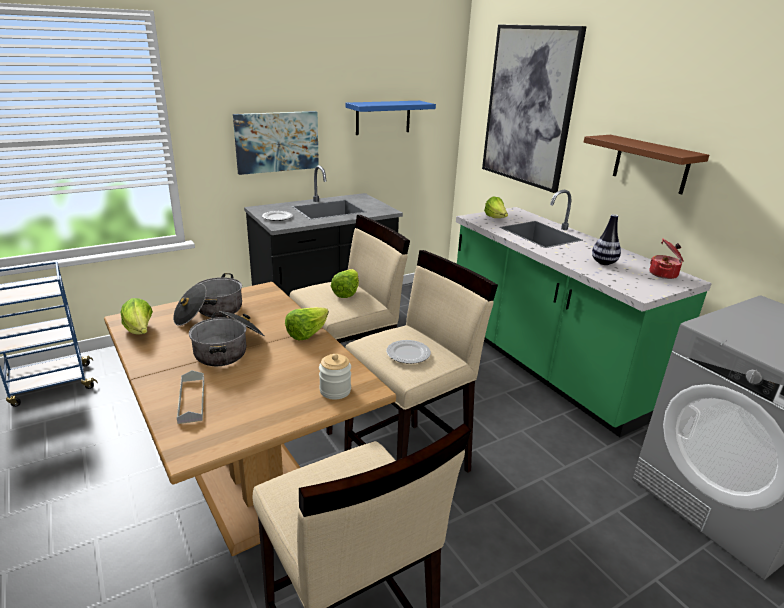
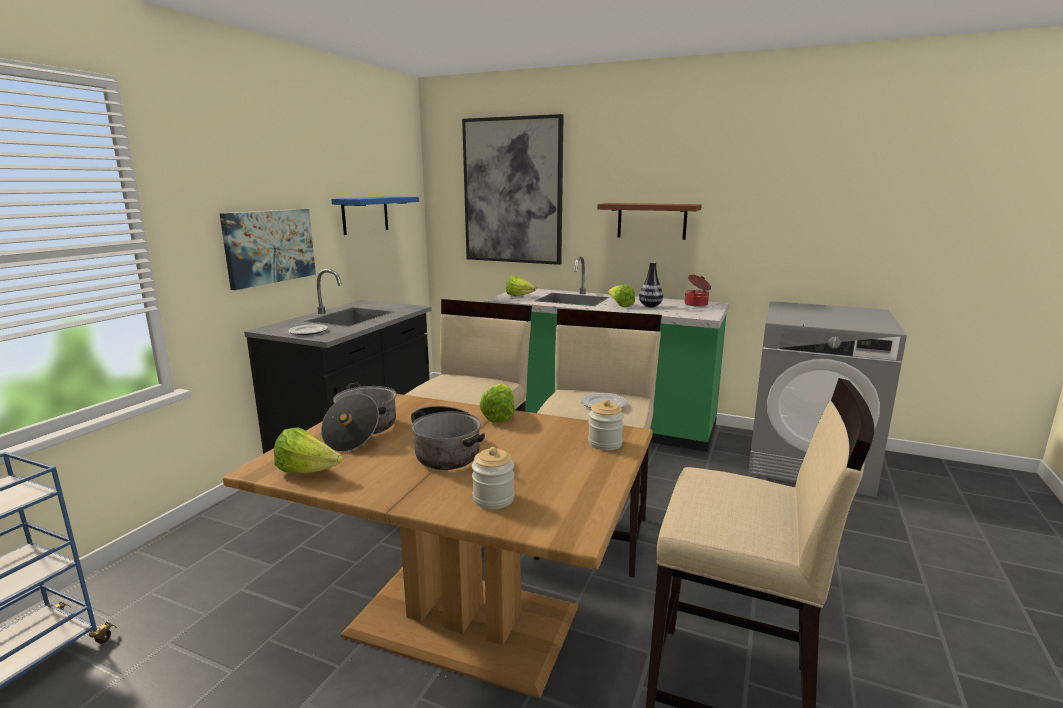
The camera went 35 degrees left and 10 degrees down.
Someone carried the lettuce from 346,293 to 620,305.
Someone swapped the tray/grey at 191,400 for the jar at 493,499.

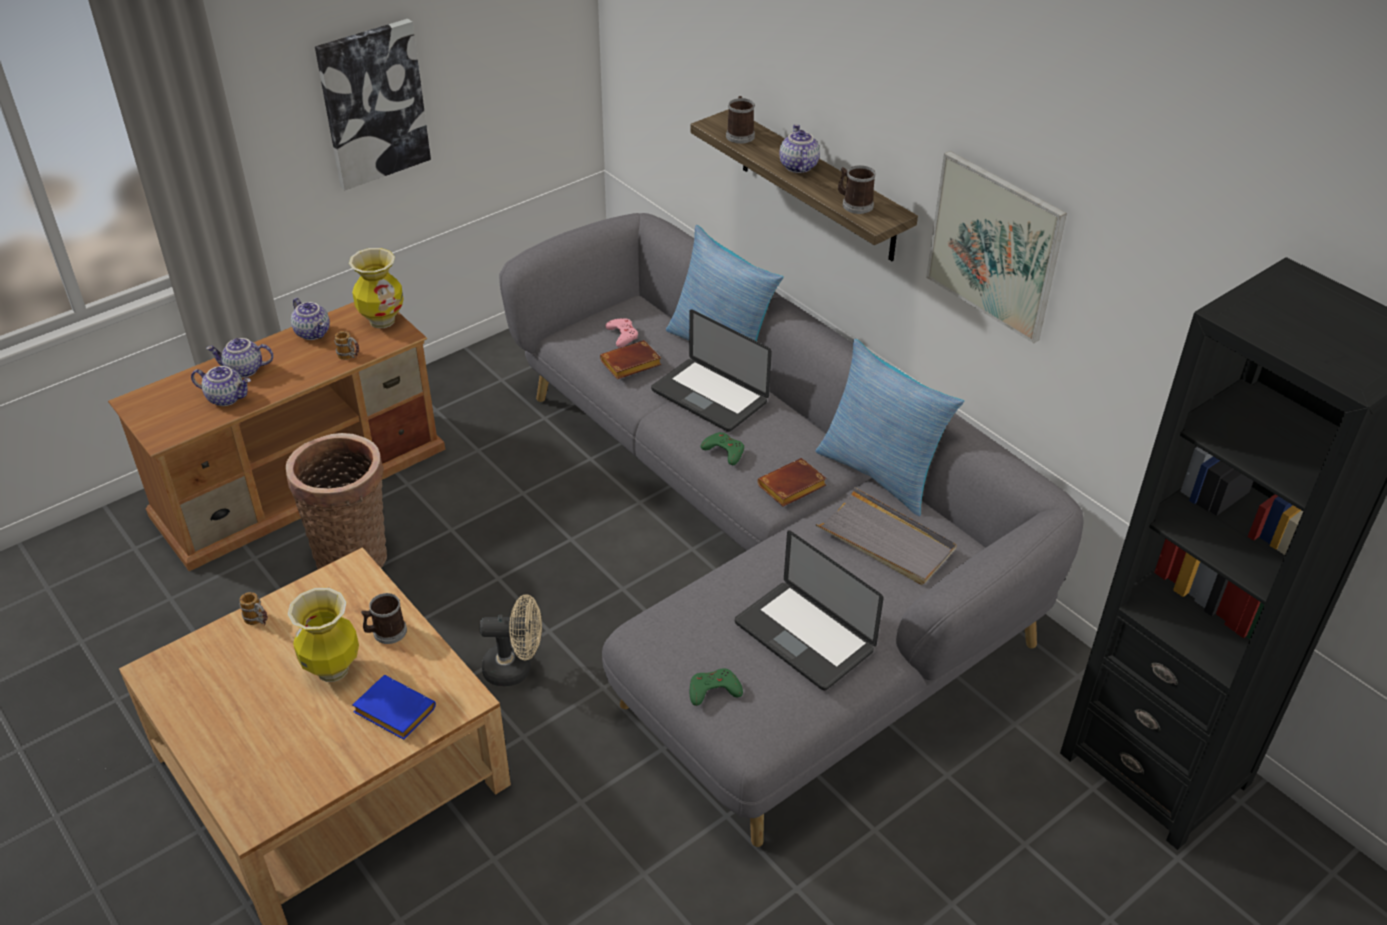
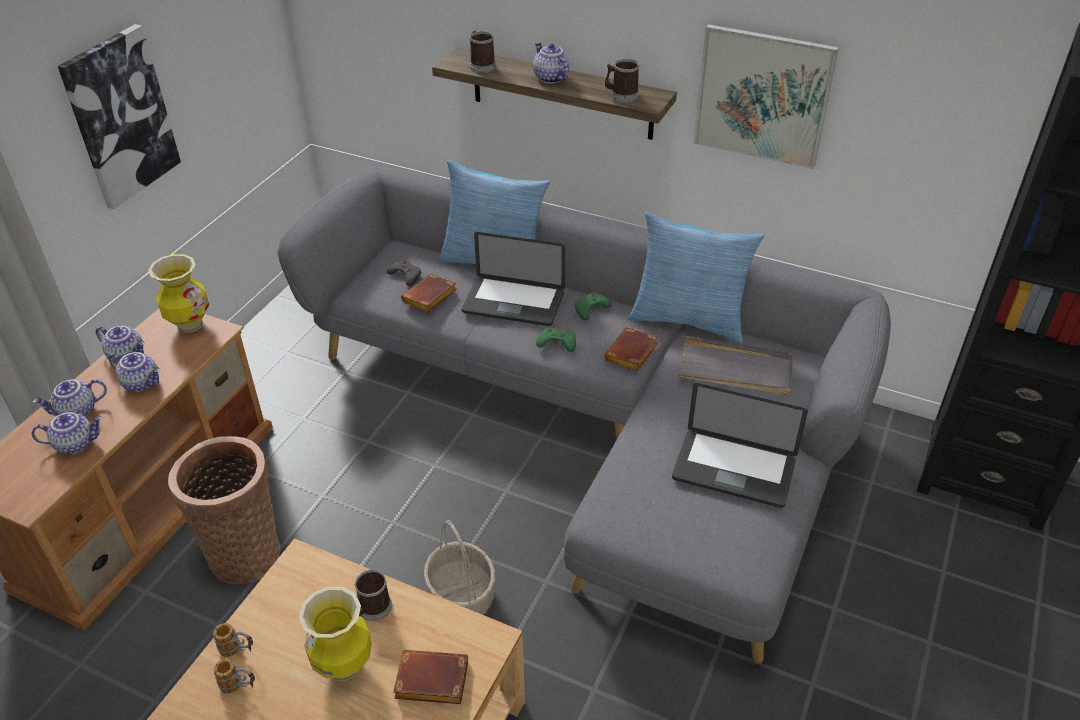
The camera went 25 degrees left and 0 degrees up.
Someone repainted the game controller/pink at 622,335, which became the game controller/grey at 405,275.
Someone carried the mug from 351,358 to 240,686.
Someone swapped the fan/beige at 515,668 for the basket at 461,595.
Someone carried the game controller/green from 713,690 to 591,309.
Someone repainted the book/blue at 392,712, which became the book/brown at 429,682.
Someone put down the teapot at 142,382.

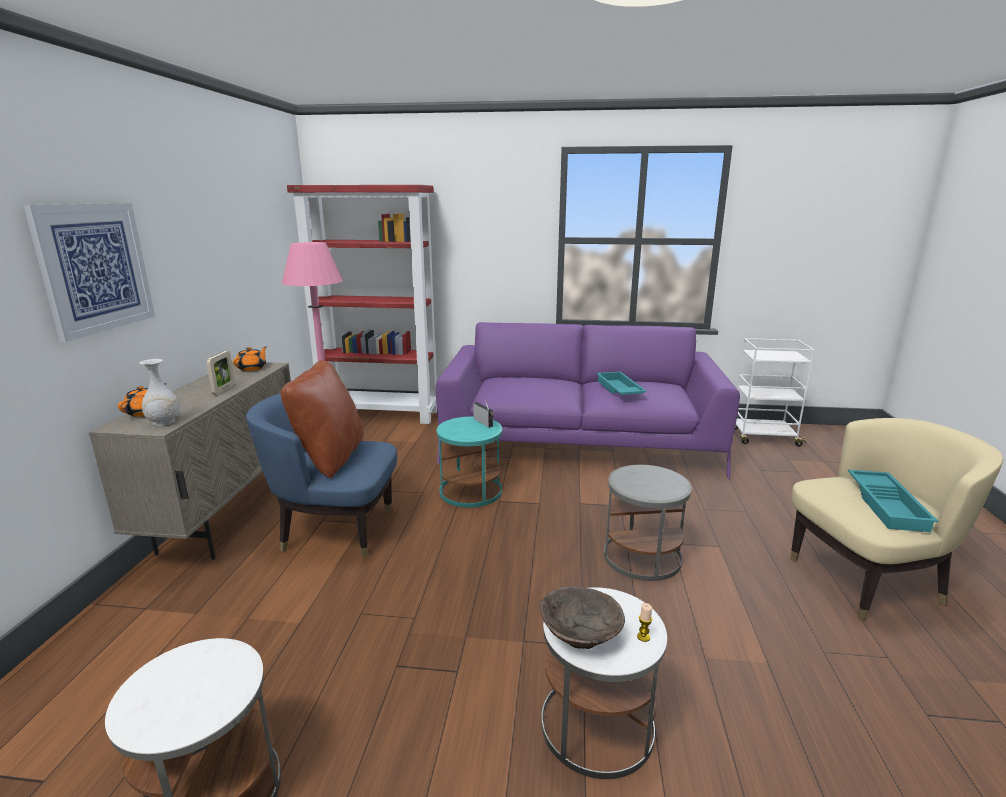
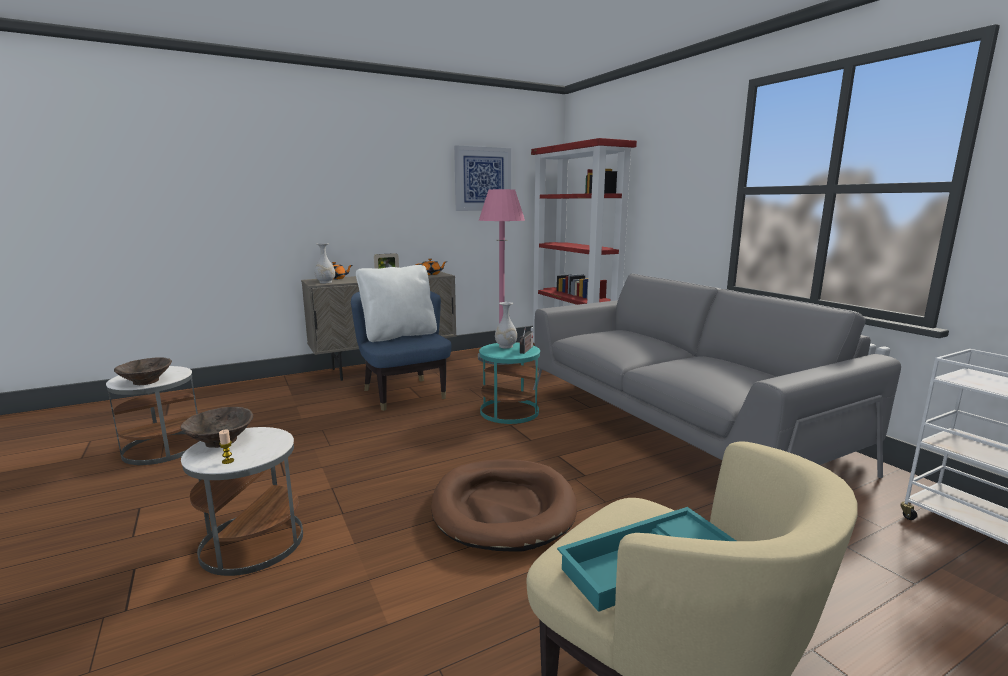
The camera went 55 degrees right and 5 degrees down.
Someone carried the picture from 95,268 to 483,179.
Someone repainted the sofa/purple at 579,444, which became the sofa/grey at 674,425.
Someone repainted the pillow/brown at 330,458, which became the pillow/white at 399,335.
Someone took away the tray/turquoise at 618,389.
Someone swapped the side table/grey at 641,556 for the dog bed/brown at 503,508.
Someone put down the vase/white at 505,346.
Someone put down the bowl/brown at 146,381.

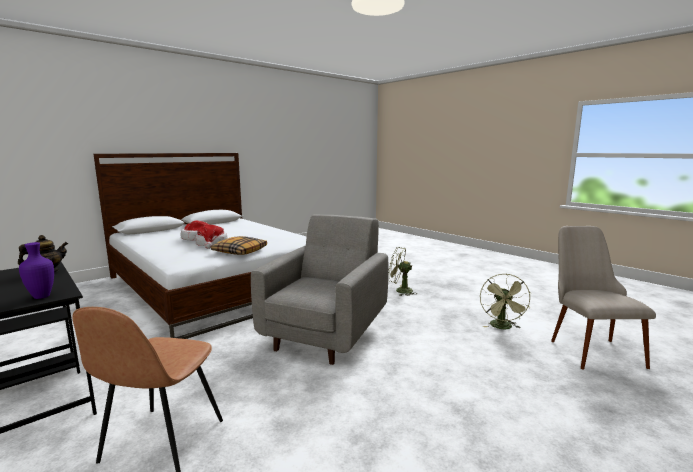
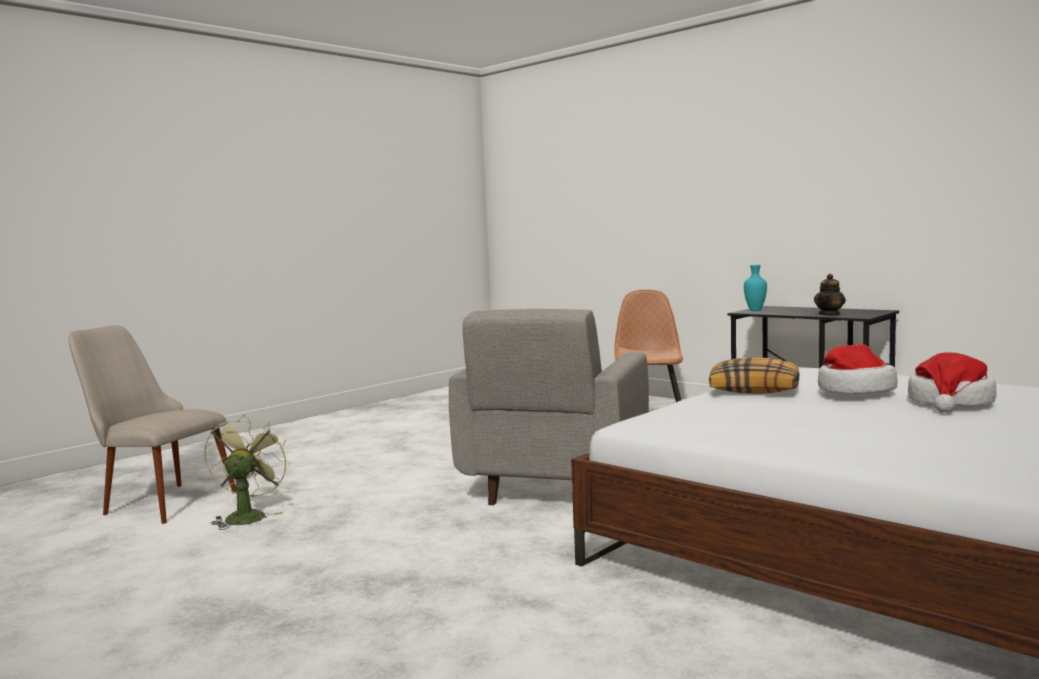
The camera went 175 degrees right and 5 degrees down.
Someone rotated the chair/beige at 588,347 by 120 degrees clockwise.
Someone repainted the vase/purple at 42,296, which became the vase/turquoise at 756,310.
Someone took away the fan/green at 400,290.

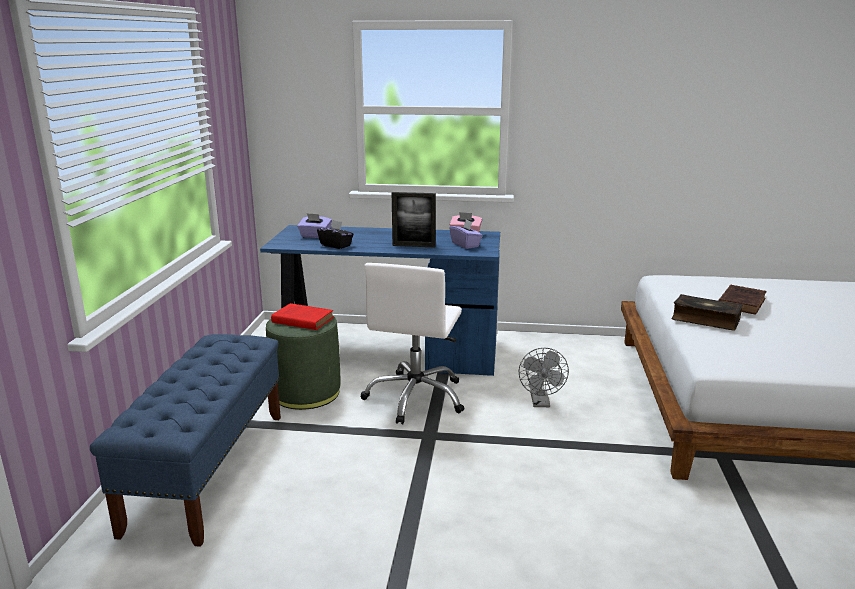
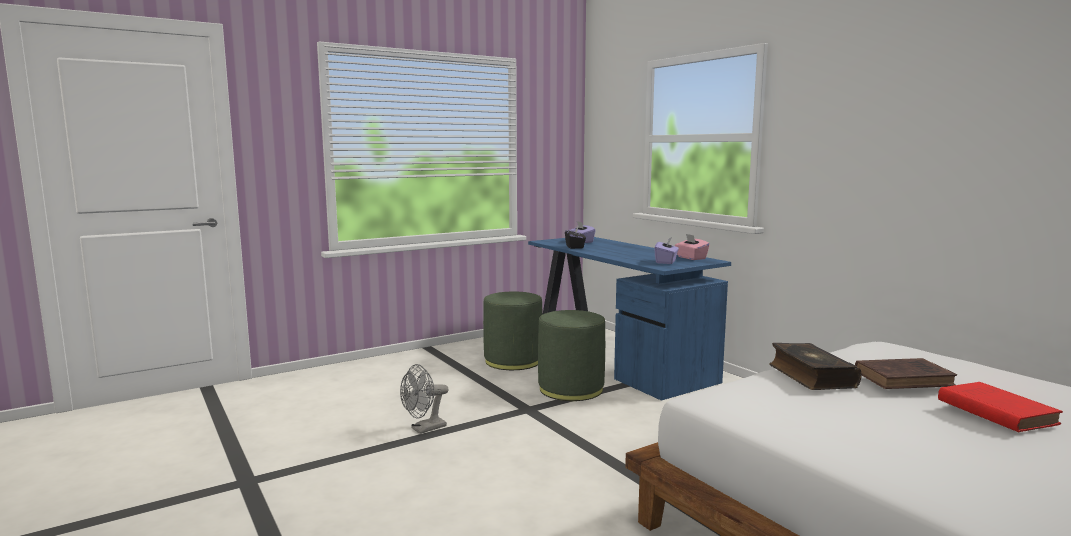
The camera went 50 degrees right and 10 degrees down.
Someone took away the picture frame at 414,246.
Someone swapped the office chair/white at 416,397 for the ottoman/green at 570,389.
Someone carried the book/red from 301,320 to 993,411.
Someone took away the bench/blue at 208,469.
Someone carried the fan/grey from 541,403 to 424,429.

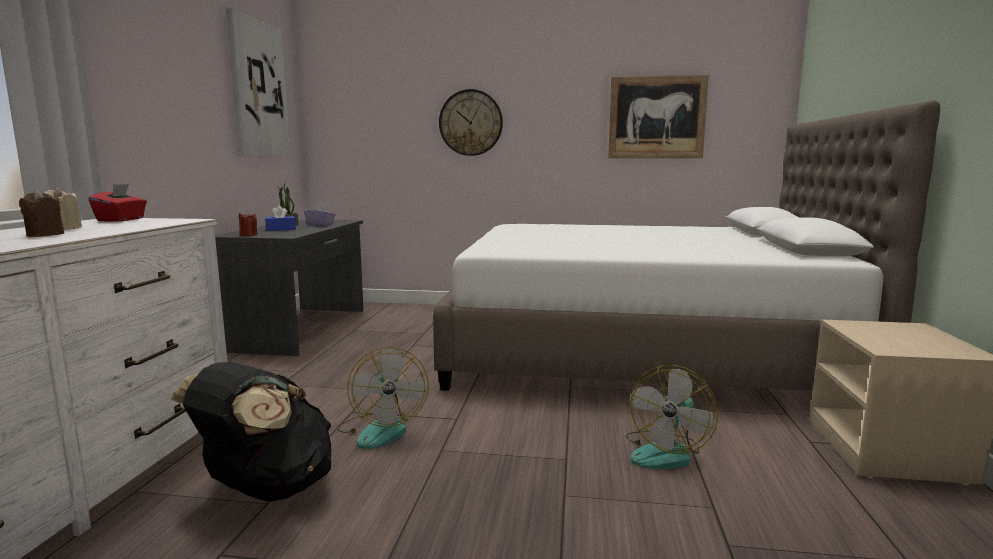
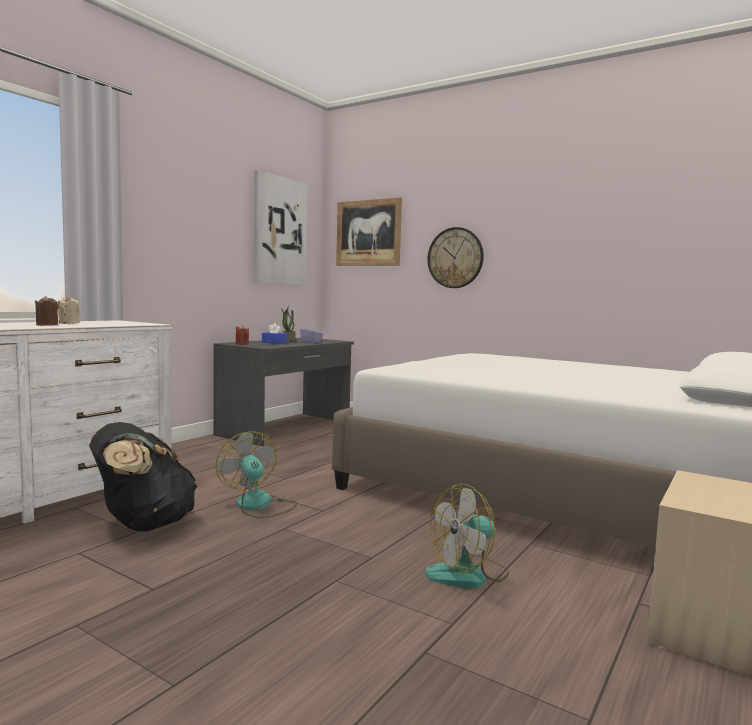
The camera went 25 degrees right and 5 degrees down.
Someone carried the picture from 656,117 to 368,233.
Someone took away the tissue box/red at 121,220.
Someone rotated the fan at 381,429 by 135 degrees clockwise.

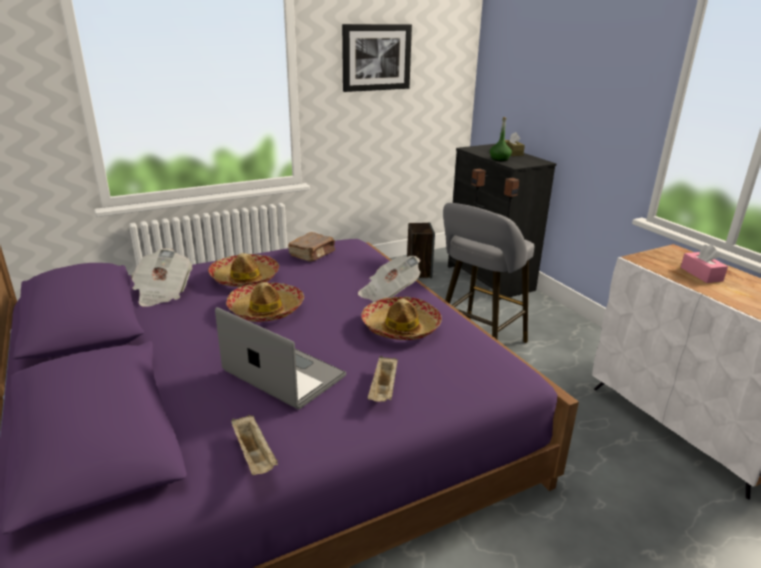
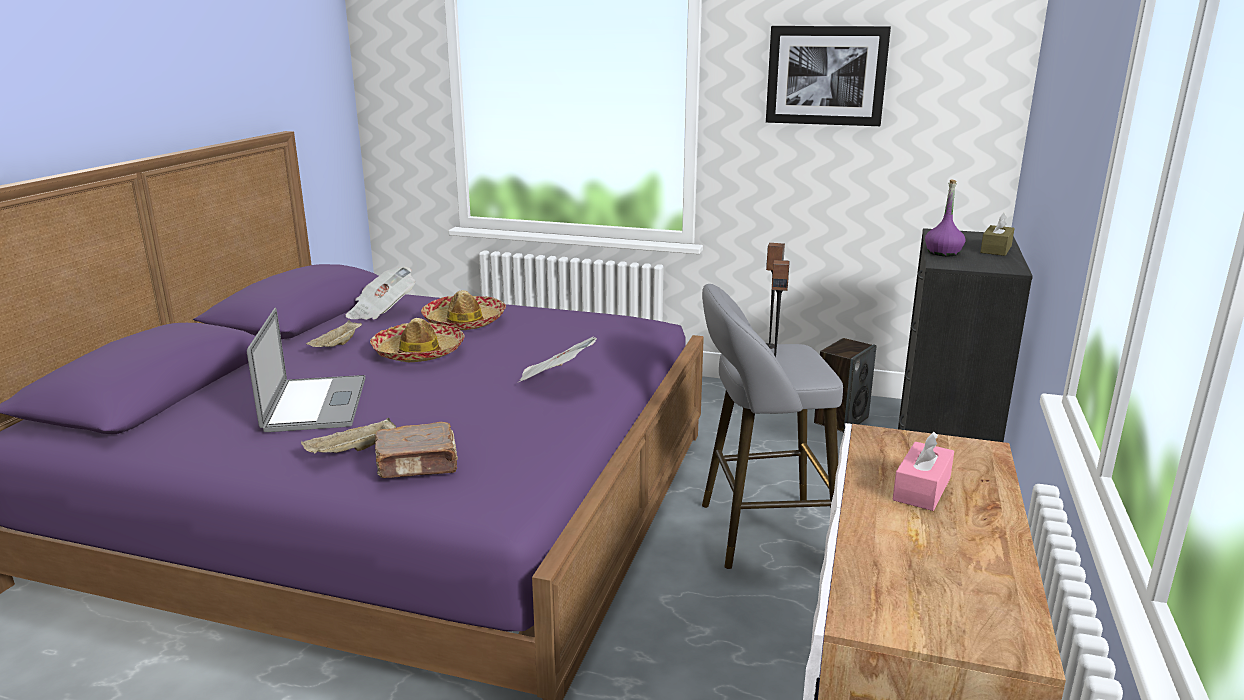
The camera went 45 degrees right and 5 degrees down.
Someone repainted the bottle/green at 499,159, which became the bottle/purple at 943,253.
Someone carried the book/brown from 312,254 to 418,465.
Someone took away the hat at 401,327.
Someone carried the tray/beige from 255,455 to 337,346.

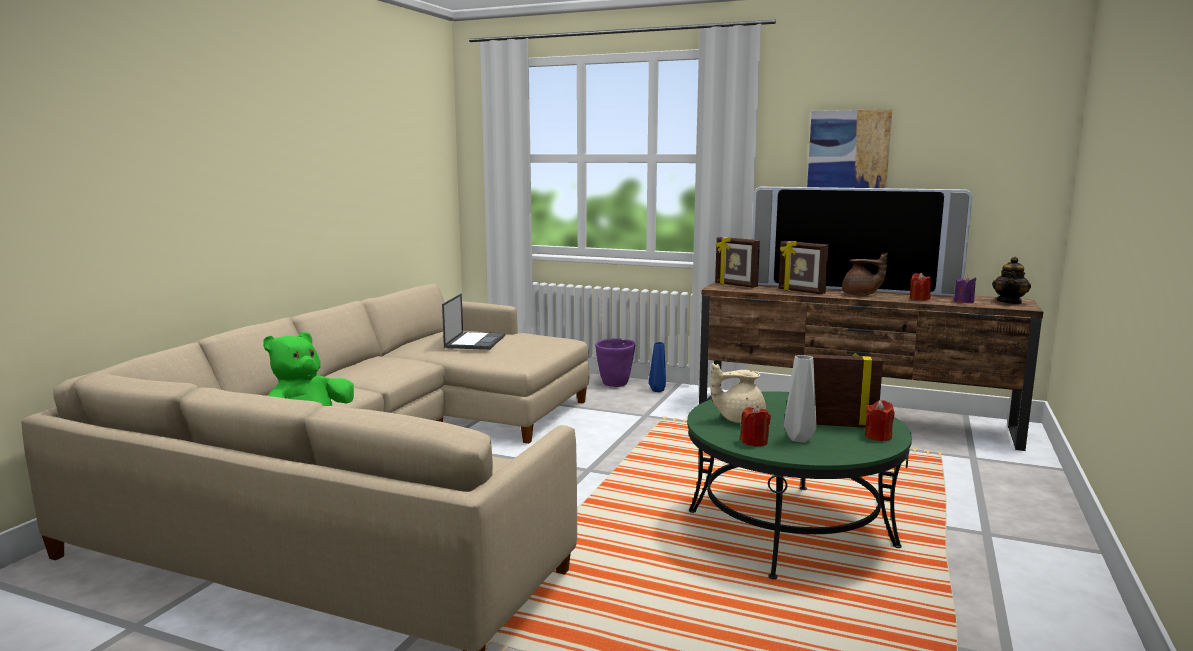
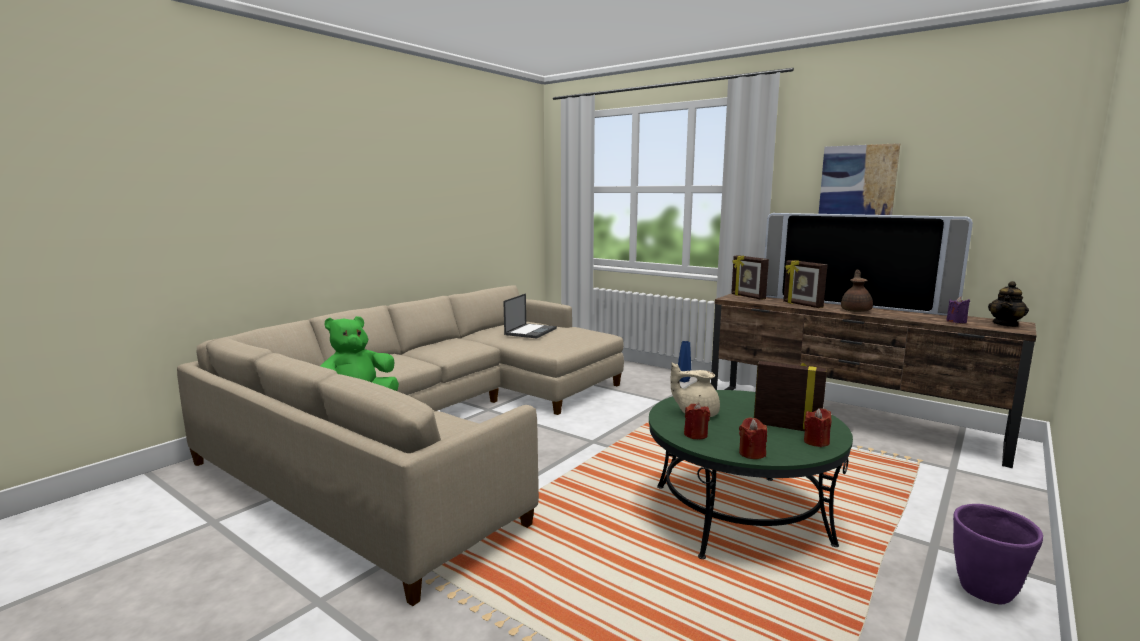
The camera went 15 degrees right and 0 degrees up.
Someone rotated the teapot/brown at 860,295 by 105 degrees counterclockwise.
Someone carried the candle/red from 919,299 to 751,454.
Someone carried the planter/purple from 615,384 to 985,592.
Someone took away the vase/grey at 798,438.

